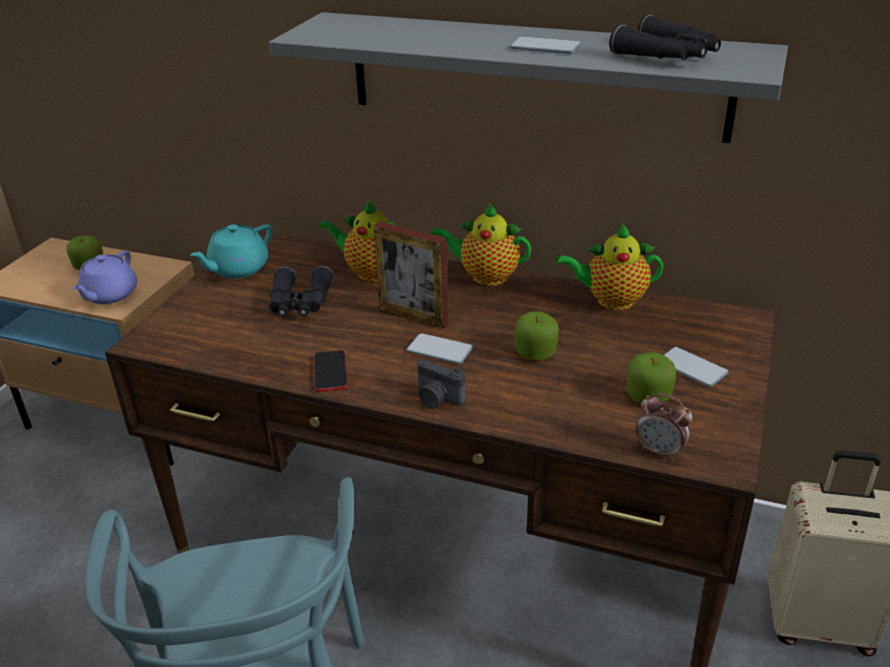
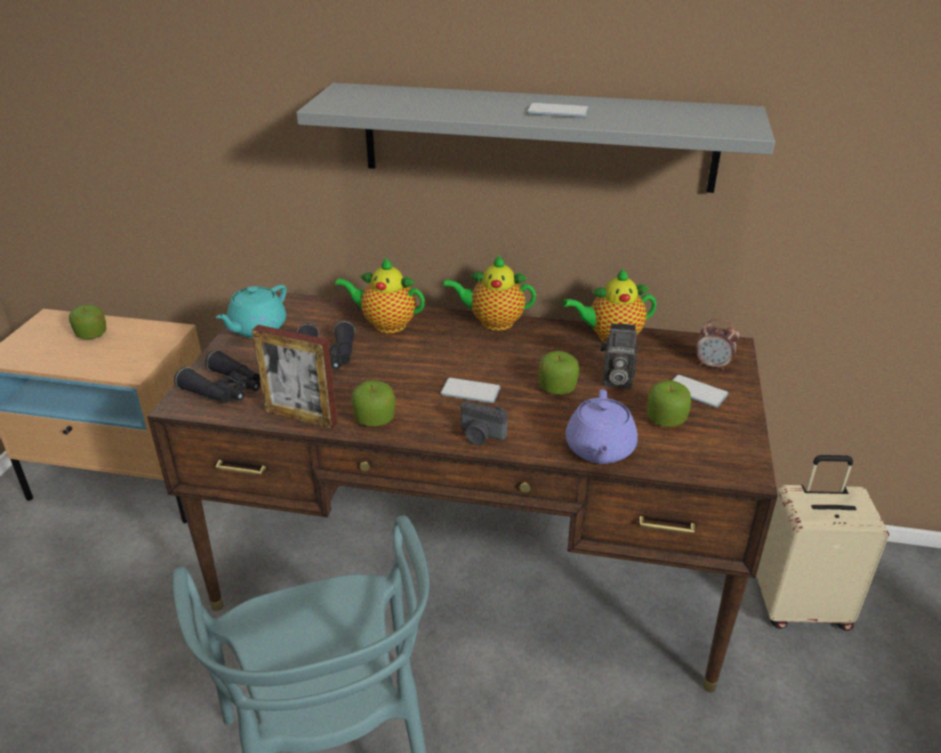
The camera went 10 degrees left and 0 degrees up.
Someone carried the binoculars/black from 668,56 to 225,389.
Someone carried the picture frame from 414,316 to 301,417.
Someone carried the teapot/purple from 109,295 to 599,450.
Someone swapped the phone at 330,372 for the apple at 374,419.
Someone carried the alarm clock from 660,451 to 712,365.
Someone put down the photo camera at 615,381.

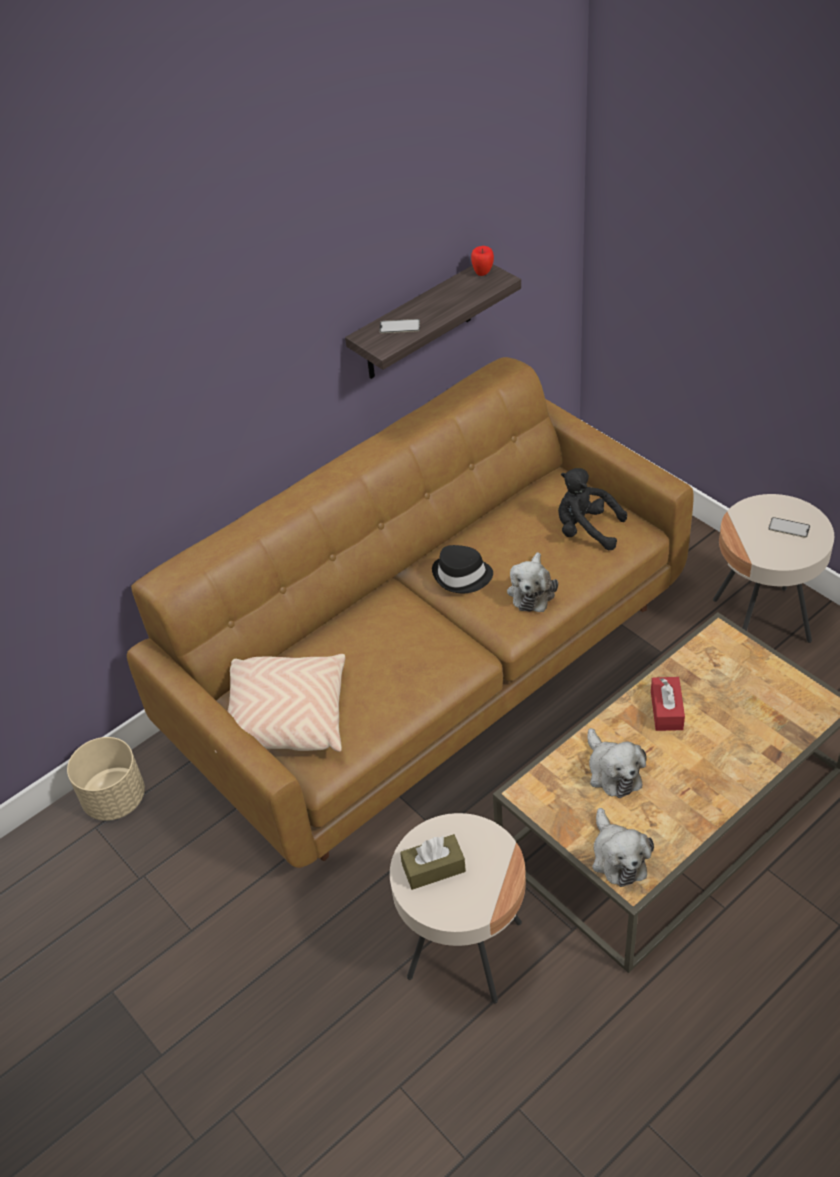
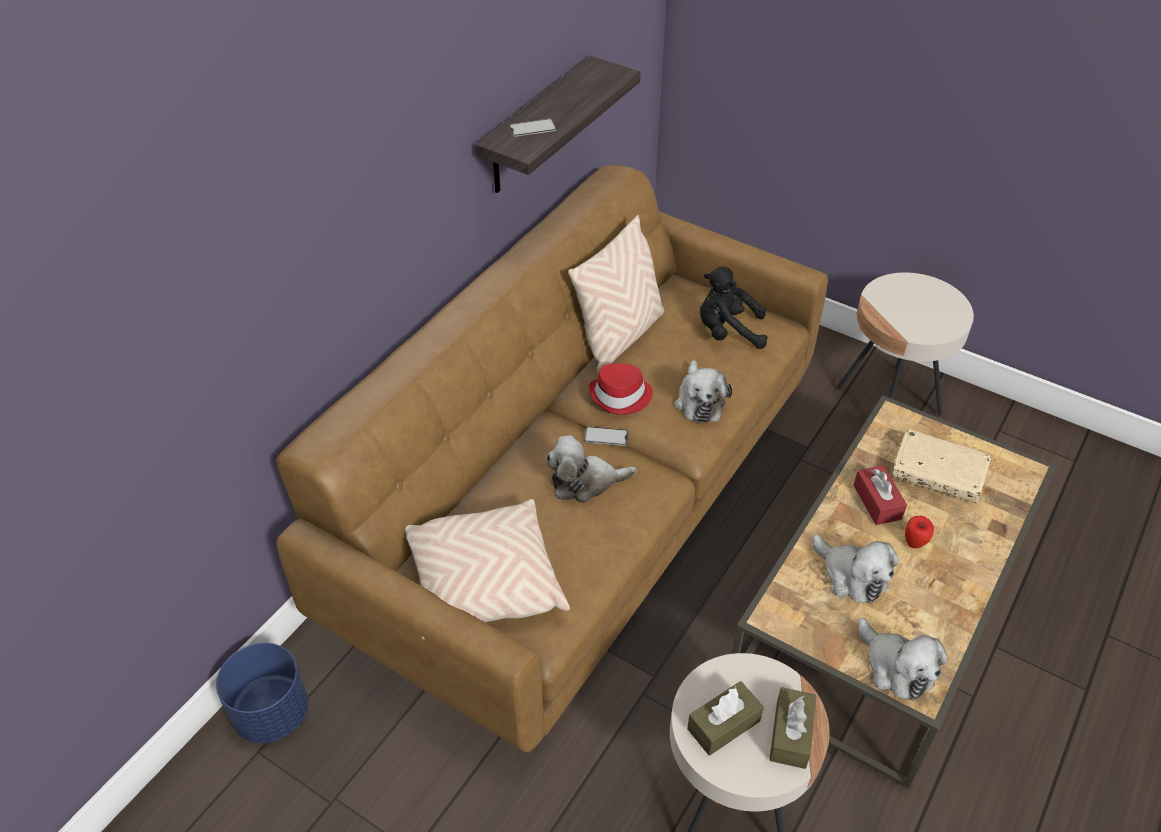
The camera went 20 degrees left and 0 degrees up.
Someone carried the apple from 483,273 to 914,543.
Someone carried the phone from 789,528 to 606,436.
Someone repainted the hat/black at 462,576, which became the hat/red at 621,396.
Someone repainted the planter/beige at 115,798, which became the planter/blue at 272,713.
Someone put down the pillow/beige at 620,337.
Someone put down the book/beige at 938,473.
Someone put down the plush toy at 585,482.
Someone put down the tissue box/brown at 791,734.

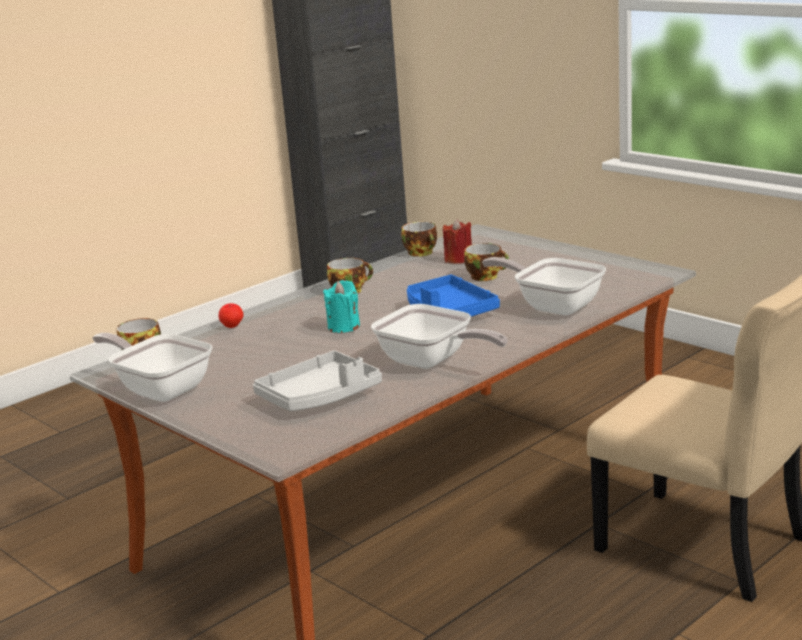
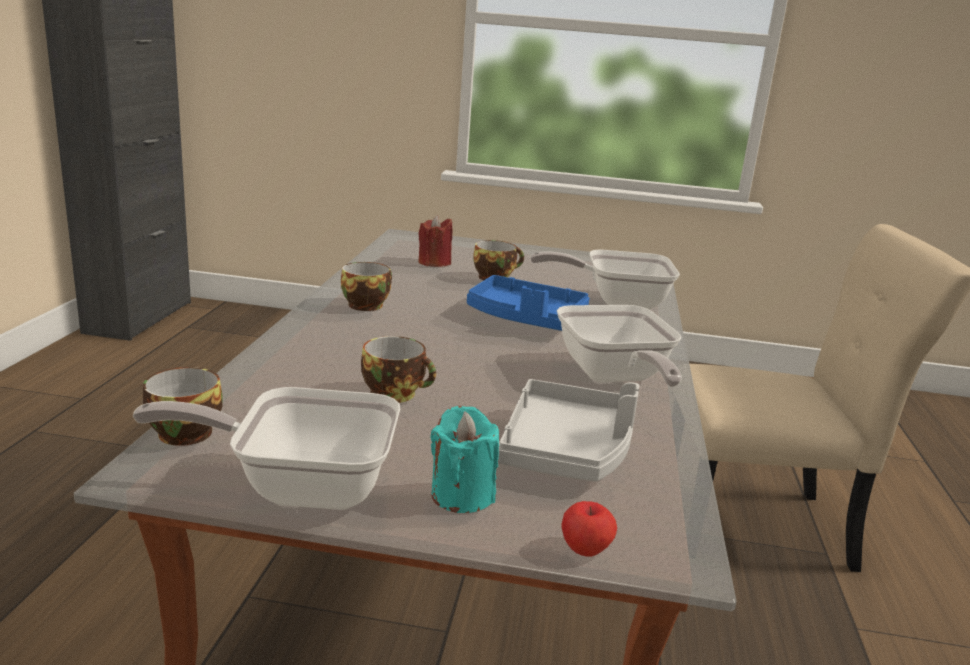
The camera went 40 degrees left and 0 degrees up.
Someone carried the cup from 422,253 to 396,393.
Someone carried the candle/turquoise from 343,327 to 462,495.
Someone carried the apple from 232,326 to 585,549.
Someone rotated the frying pan at 432,362 by 75 degrees clockwise.

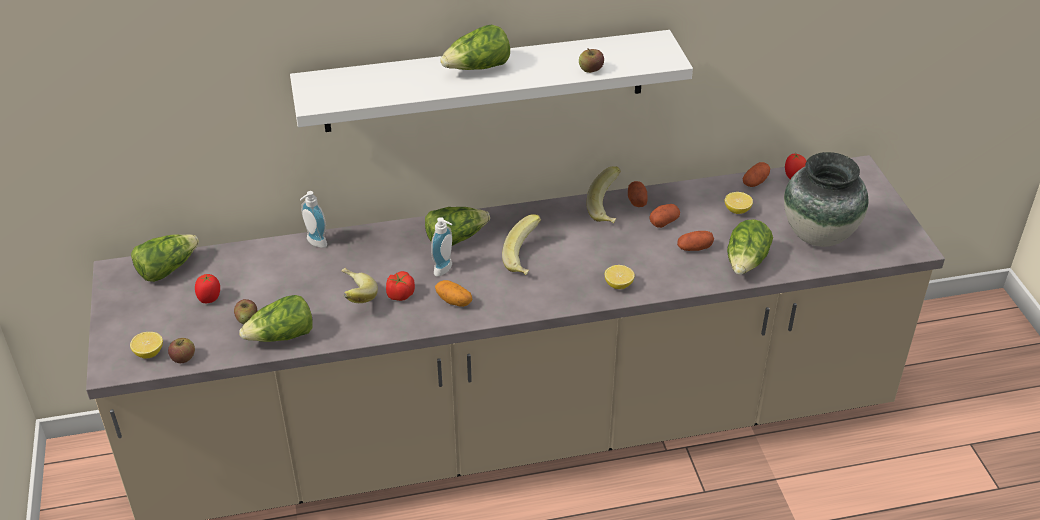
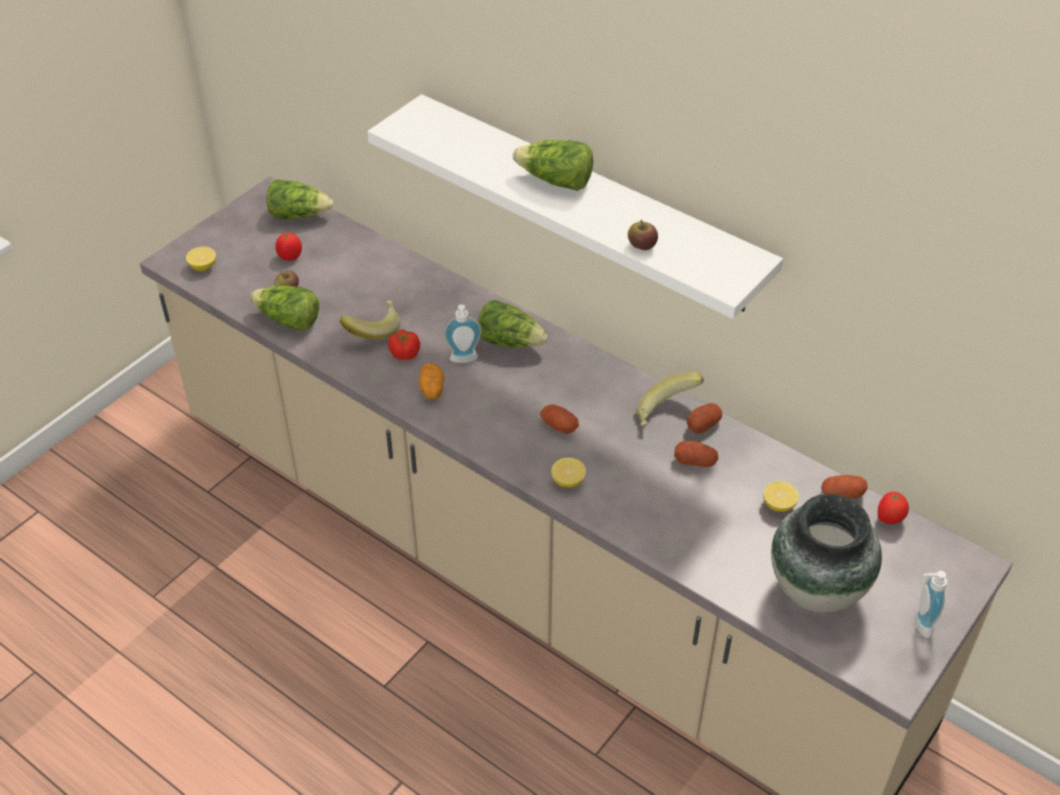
The camera went 50 degrees right and 5 degrees up.
Someone carried the soap dispenser from 314,243 to 919,623.
Someone took away the banana at 526,259.
Someone took away the lettuce at 746,262.
Someone carried the potato from 694,248 to 559,426.
Someone took away the apple at 183,358.

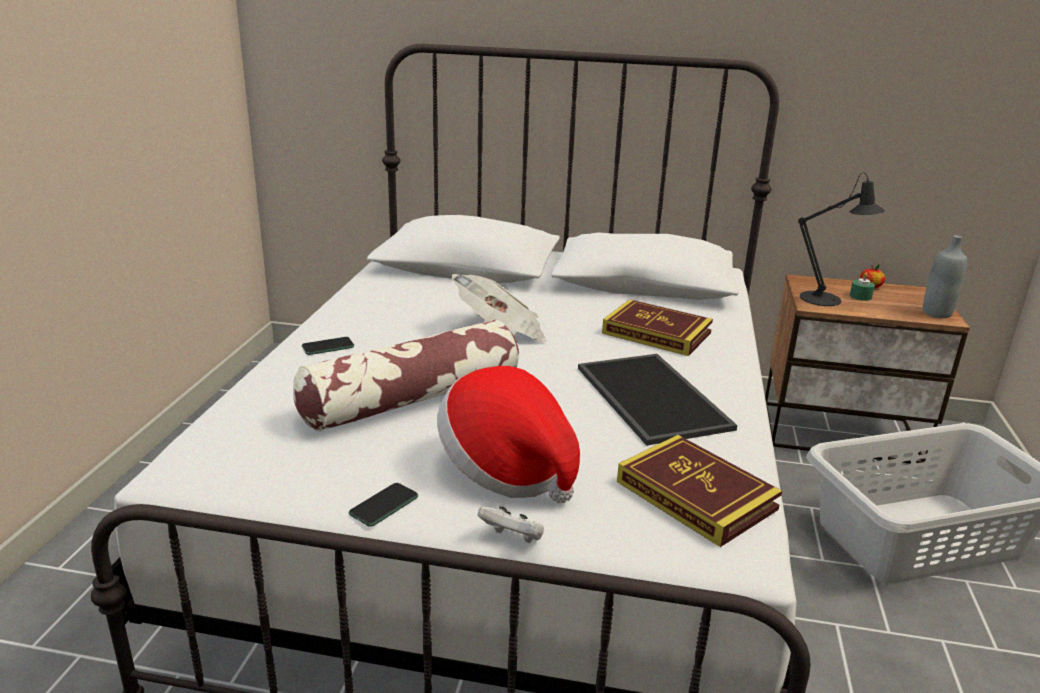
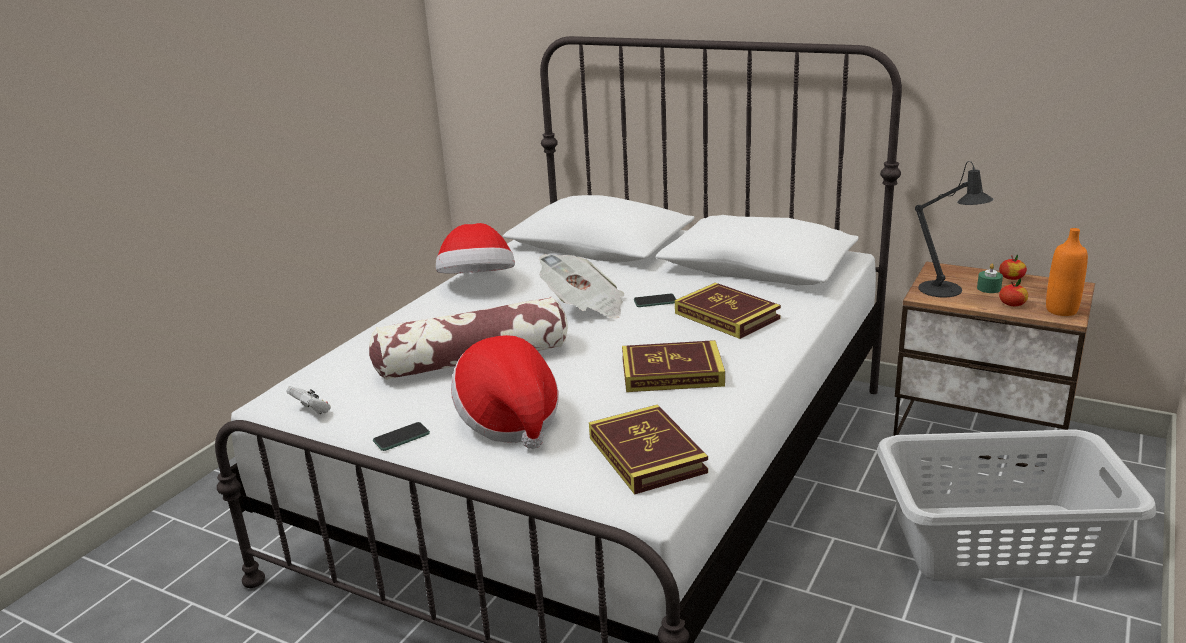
The camera went 20 degrees right and 0 degrees up.
Someone repainted the bottle/grey at 936,313, which became the bottle/orange at 1061,310.
Someone carried the phone from 328,347 to 655,301.
Someone swapped the tray at 648,397 for the book at 672,372.
Someone carried the game controller/white from 513,539 to 312,411.
Someone put down the hat at 478,284.
Someone put down the apple at 1012,304.

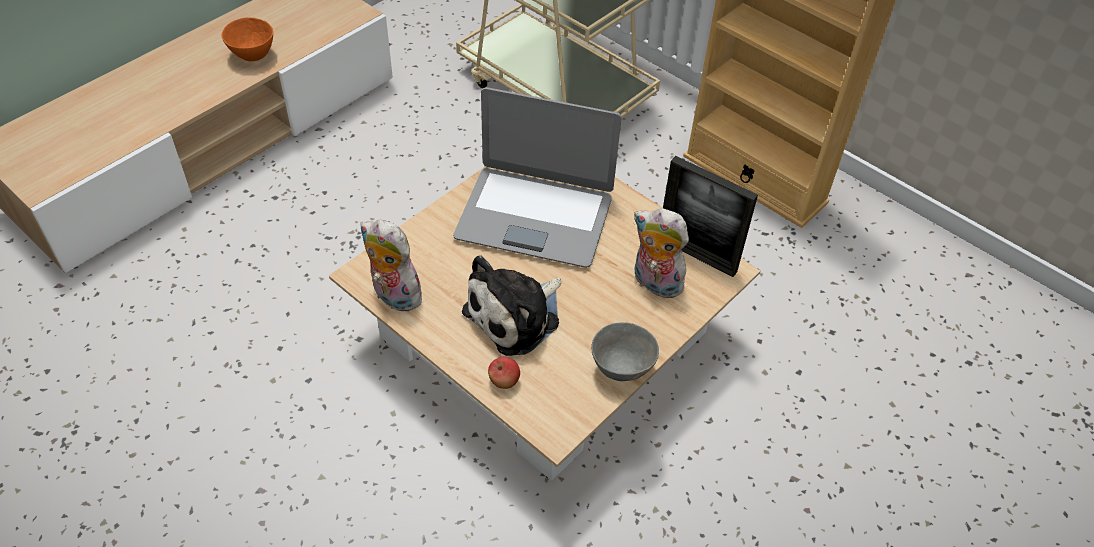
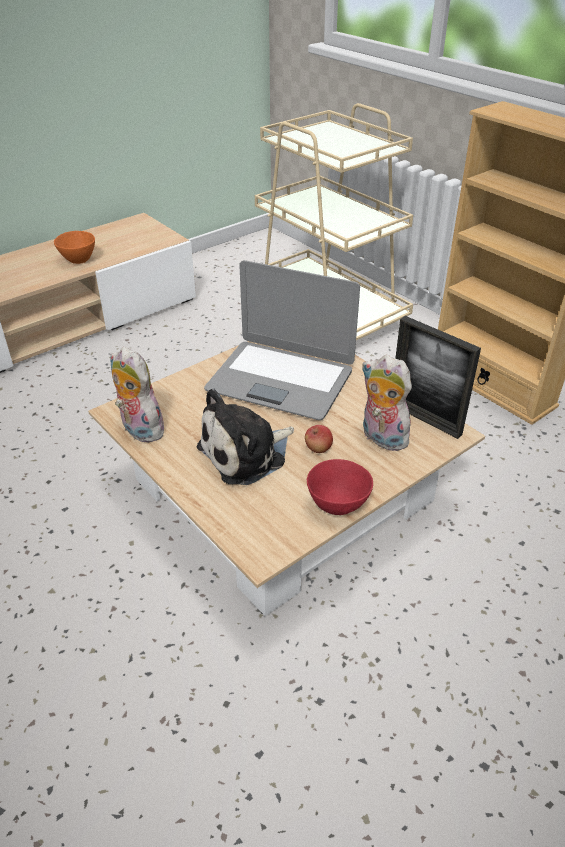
The camera went 10 degrees right and 10 degrees down.
Someone repainted the bowl/grey at 622,369, which became the bowl/red at 338,505.
Someone carried the apple from 504,381 to 318,449.

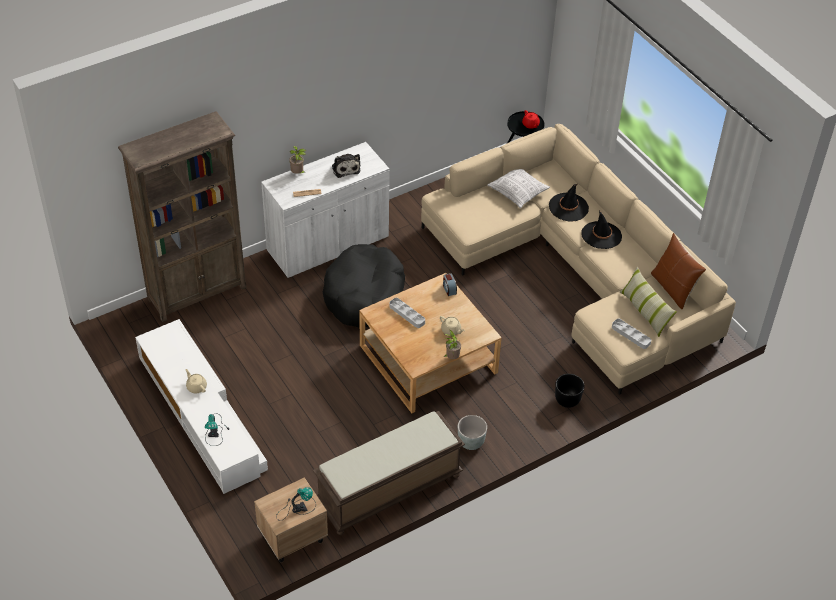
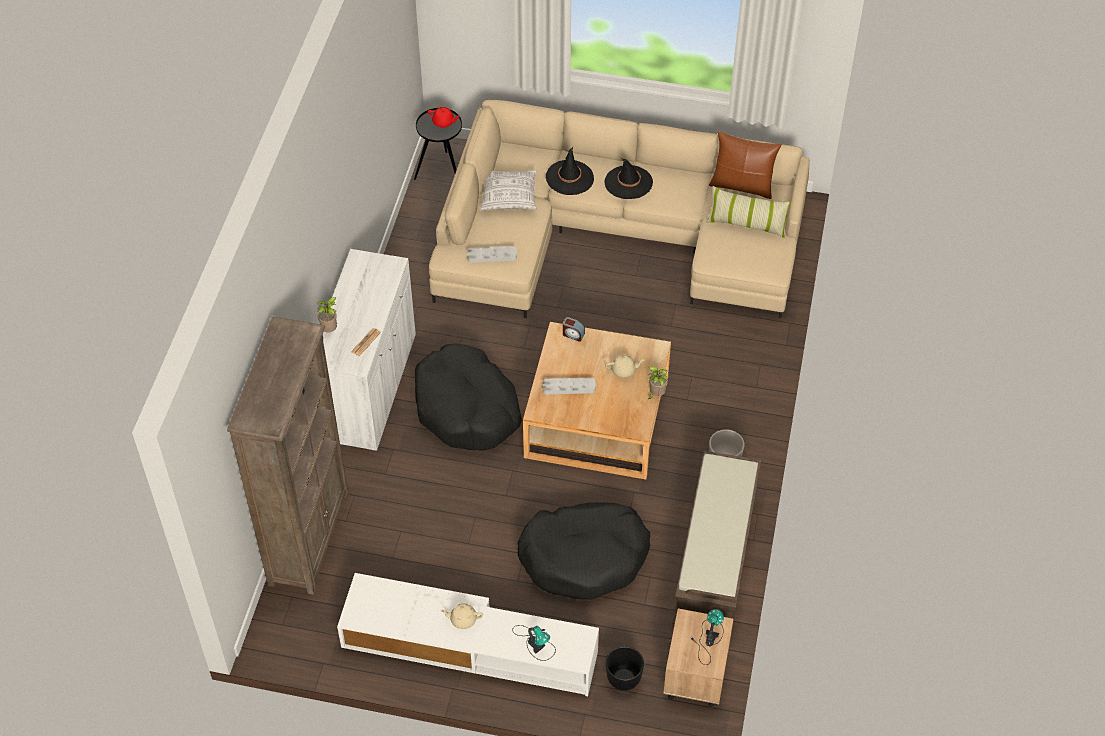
The camera went 45 degrees left and 5 degrees up.
Someone took away the plush toy at 345,168.
Someone carried the tray/grey from 631,335 to 492,256.
Someone carried the planter/black from 567,400 to 623,678.
Someone put down the dog bed/black at 584,557.

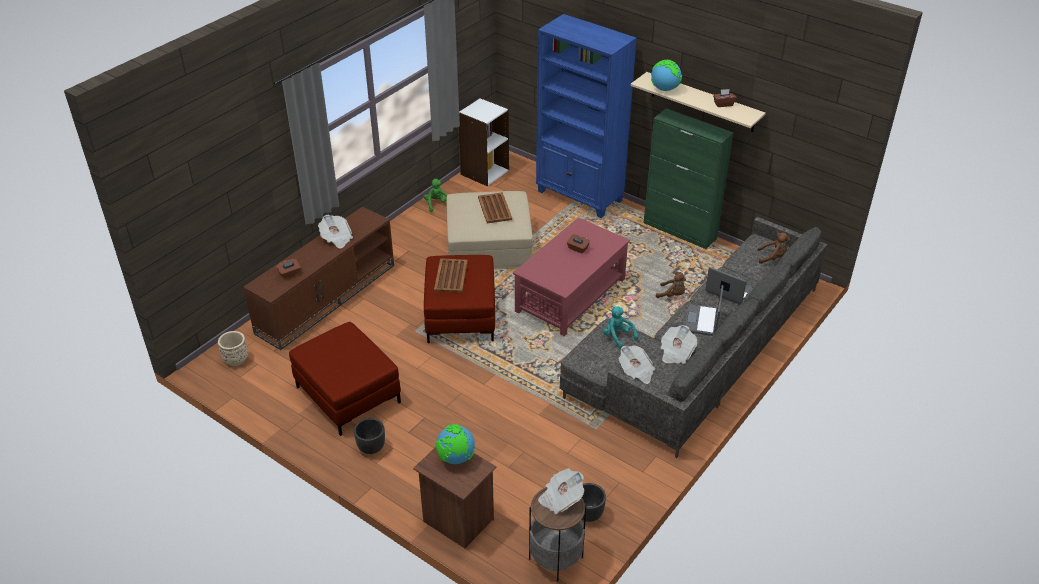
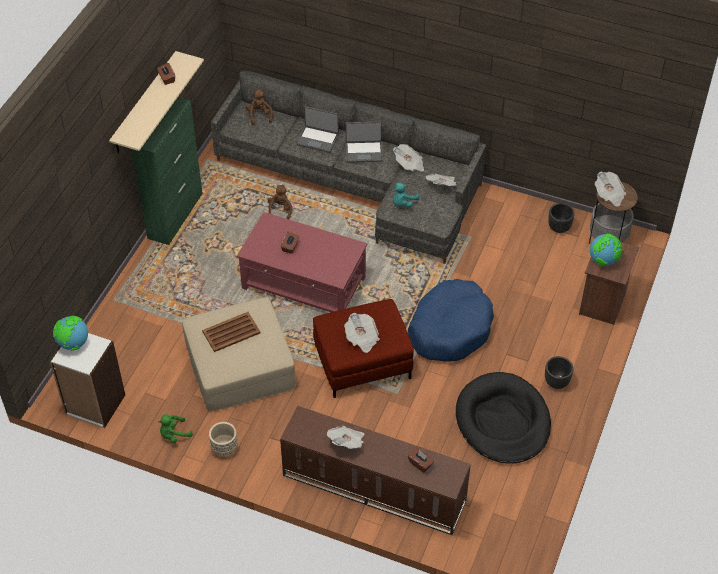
The camera went 105 degrees left and 10 degrees up.
Someone took away the bookcase/blue at 580,196.
Someone carried the globe from 664,89 to 73,343.
Someone swapped the tray/brown at 450,276 for the newspaper at 362,338.
Someone rotated the laptop at 728,291 by 90 degrees counterclockwise.
Someone swapped the ottoman/red at 347,394 for the dog bed/black at 503,421.
Someone carried the planter/beige from 236,359 to 224,449.
Someone put down the dog bed/blue at 450,328.

